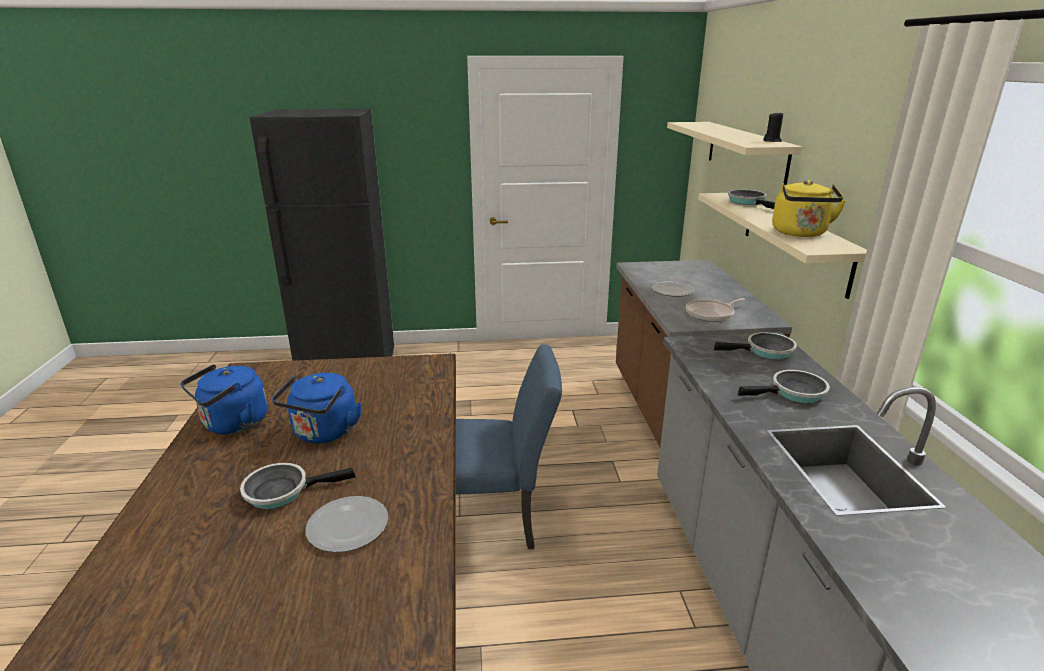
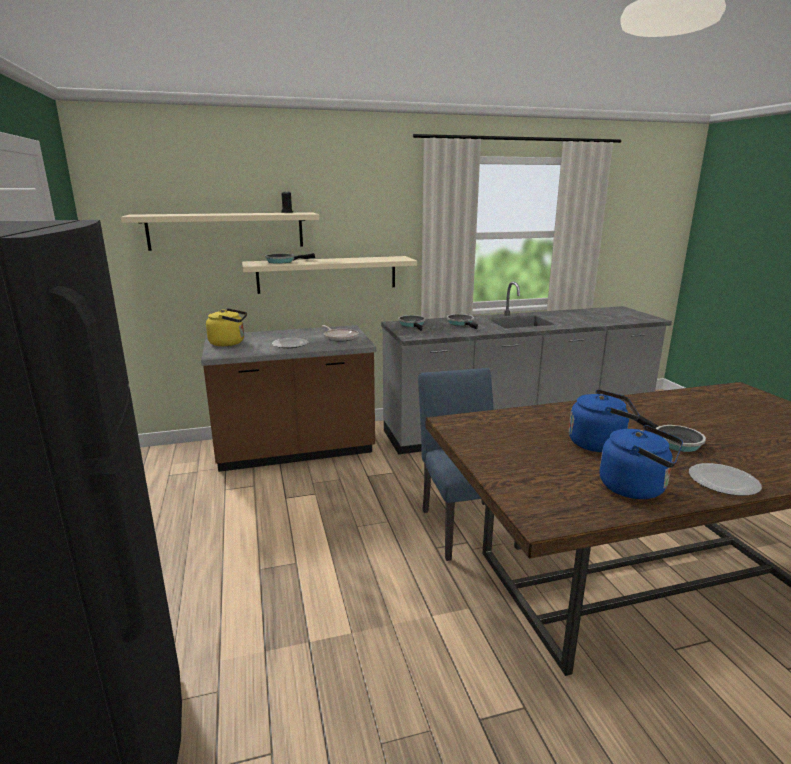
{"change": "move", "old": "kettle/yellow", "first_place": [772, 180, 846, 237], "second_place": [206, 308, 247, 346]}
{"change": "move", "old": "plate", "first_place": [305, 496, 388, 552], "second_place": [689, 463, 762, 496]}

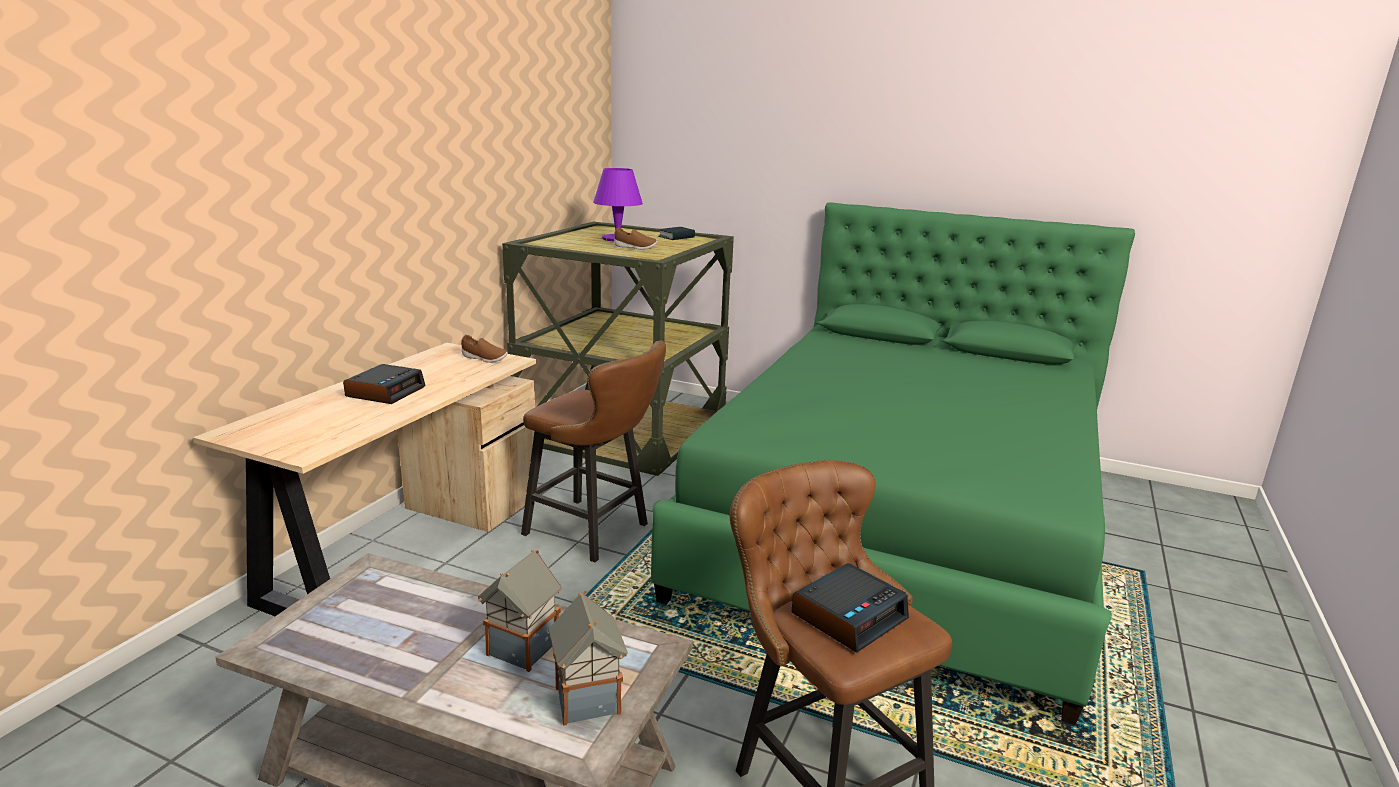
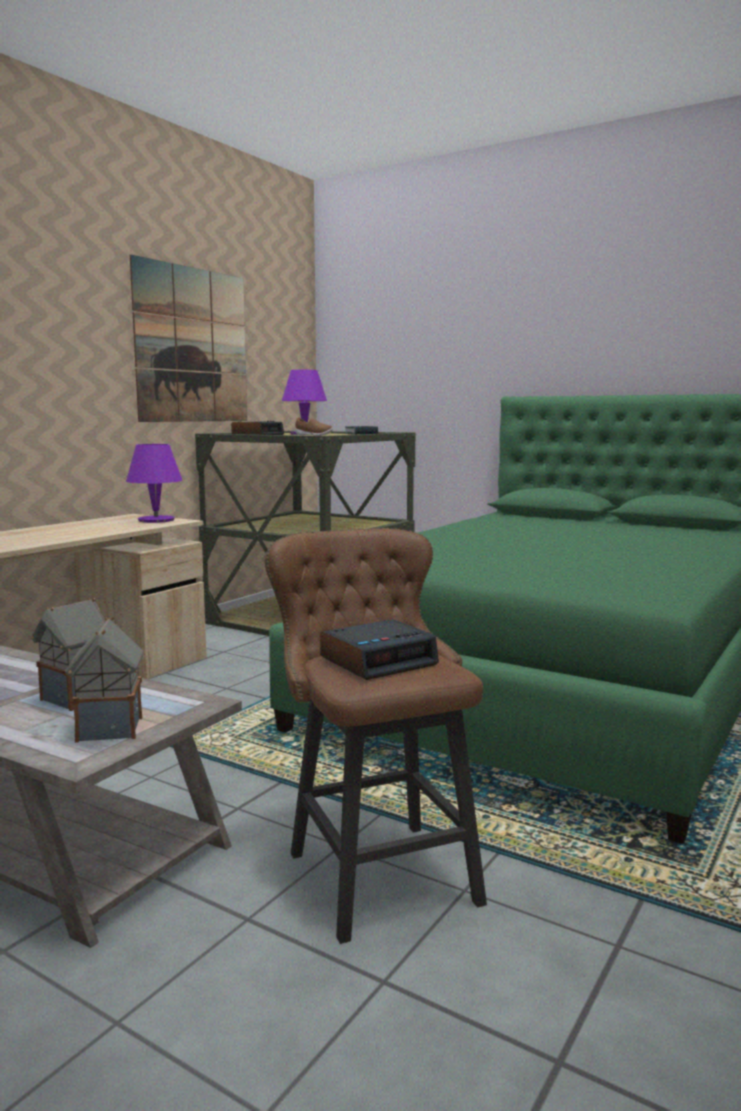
{"change": "replace", "old": "shoe/brown", "new": "table lamp/purple", "first_place": [461, 335, 507, 363], "second_place": [126, 444, 182, 523]}
{"change": "delete", "old": "stool/brown", "first_place": [521, 340, 666, 562]}
{"change": "move", "old": "alarm clock", "first_place": [343, 364, 426, 404], "second_place": [231, 421, 284, 435]}
{"change": "insert", "new": "picture", "second_place": [130, 255, 247, 422]}

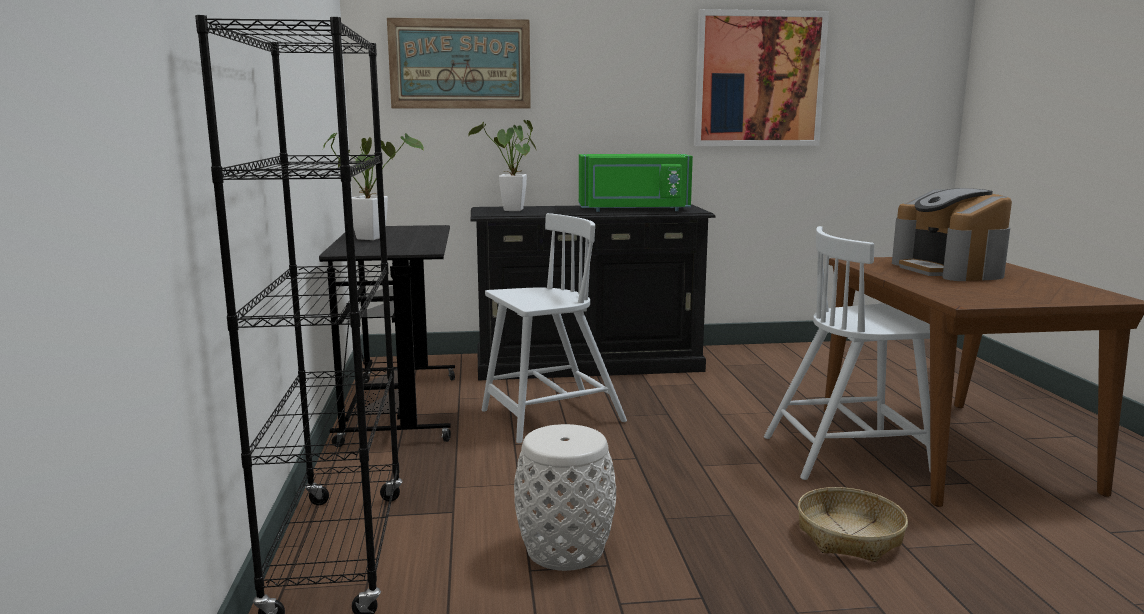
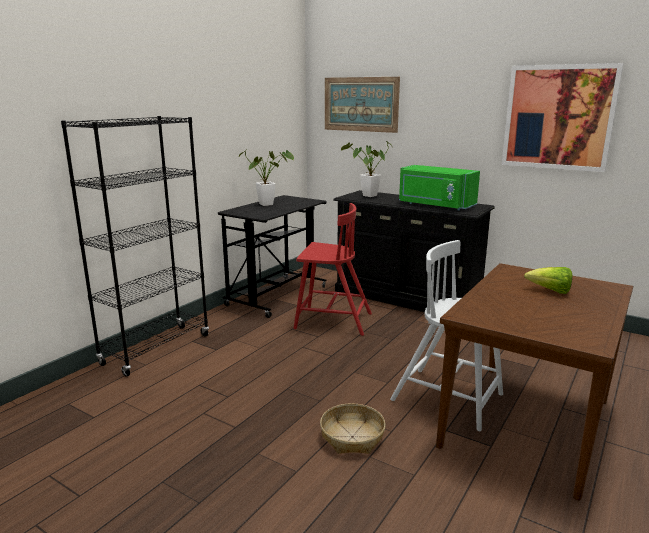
{"change": "replace", "old": "coffee machine", "new": "lettuce", "first_place": [892, 188, 1012, 281], "second_place": [524, 267, 572, 294]}
{"change": "recolor", "old": "chair/white", "new": "chair/red", "first_place": [482, 213, 627, 443], "second_place": [293, 203, 372, 336]}
{"change": "delete", "old": "stool/white", "first_place": [514, 424, 616, 571]}

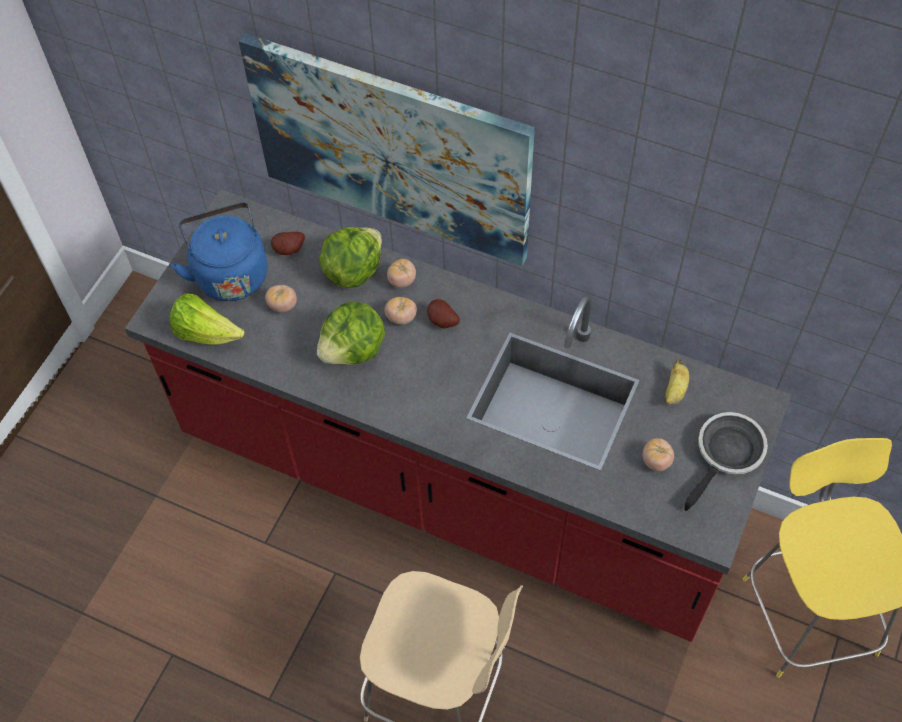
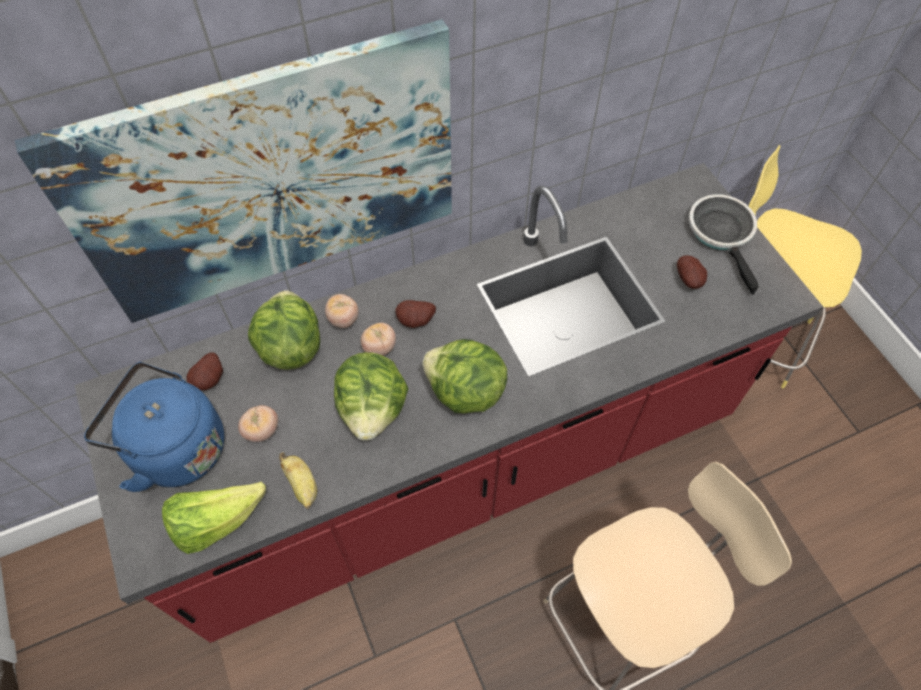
{"change": "move", "old": "banana", "first_place": [665, 358, 689, 405], "second_place": [279, 452, 317, 509]}
{"change": "replace", "old": "tomato", "new": "potato", "first_place": [643, 438, 674, 472], "second_place": [677, 255, 707, 289]}
{"change": "insert", "new": "lettuce", "second_place": [422, 339, 507, 413]}

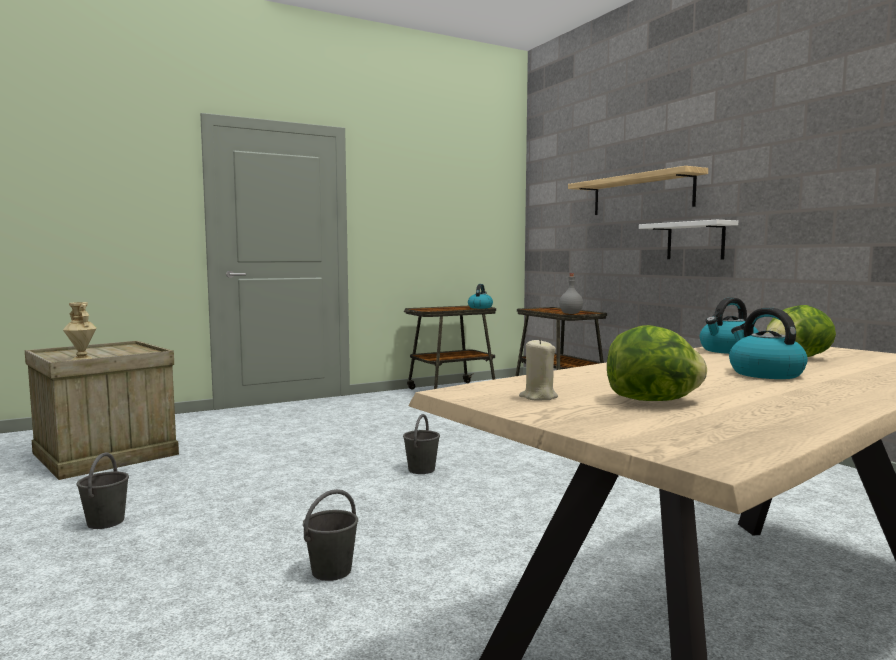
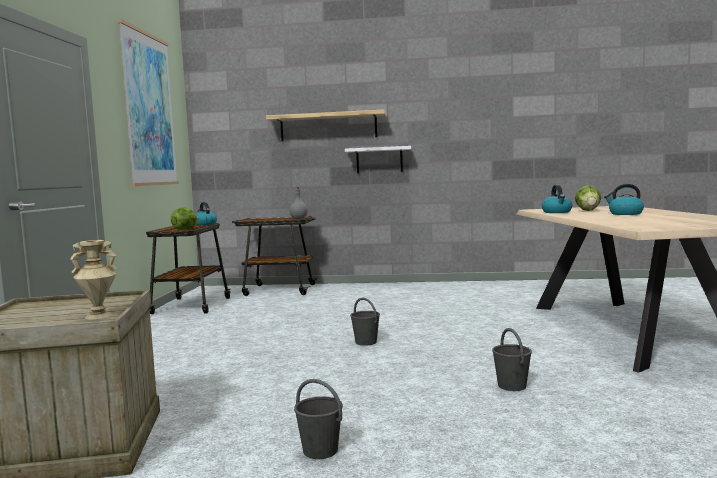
{"change": "move", "old": "lettuce", "first_place": [607, 325, 707, 401], "second_place": [171, 207, 198, 230]}
{"change": "delete", "old": "candle/beige", "first_place": [519, 338, 558, 401]}
{"change": "insert", "new": "picture", "second_place": [117, 19, 179, 186]}

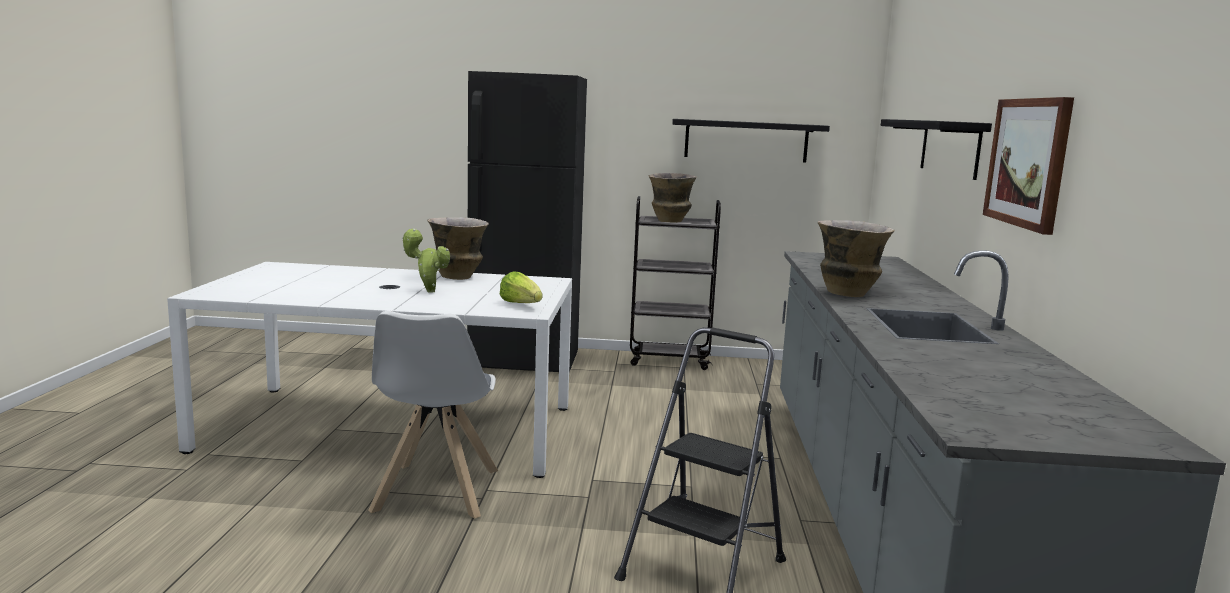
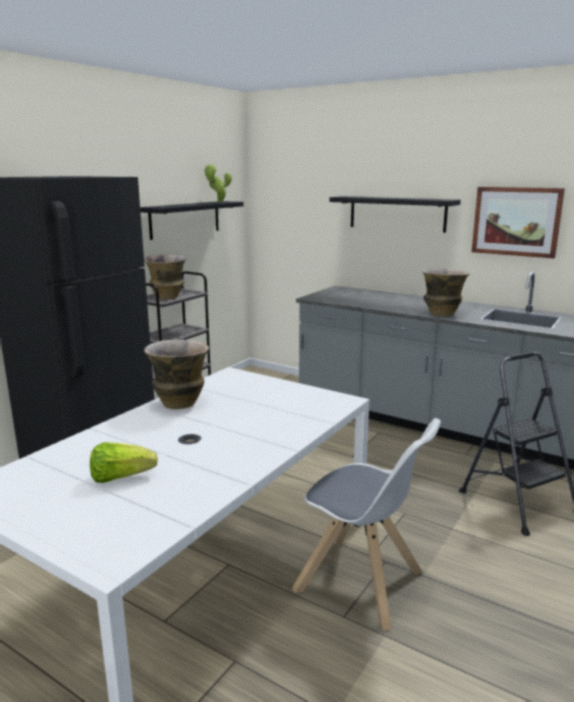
{"change": "move", "old": "potted plant", "first_place": [401, 229, 450, 293], "second_place": [205, 164, 232, 202]}
{"change": "move", "old": "lettuce", "first_place": [499, 271, 542, 303], "second_place": [90, 442, 158, 483]}

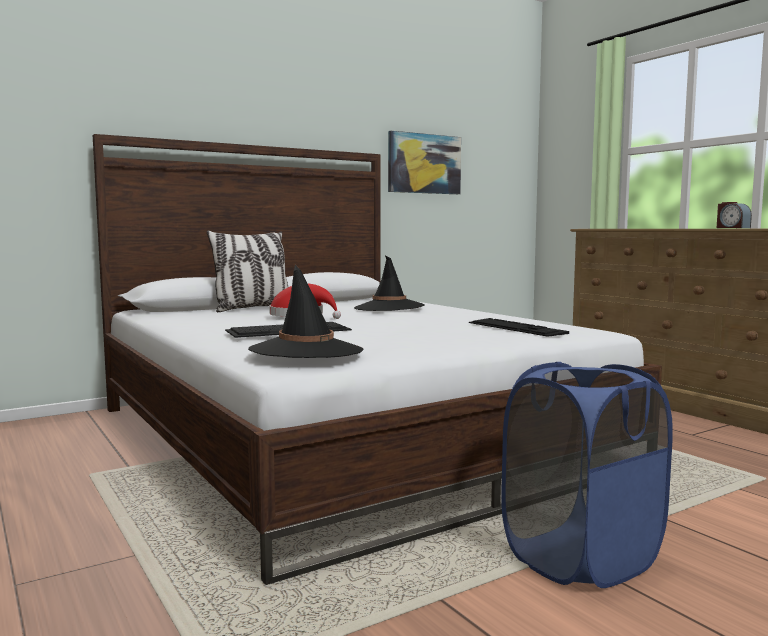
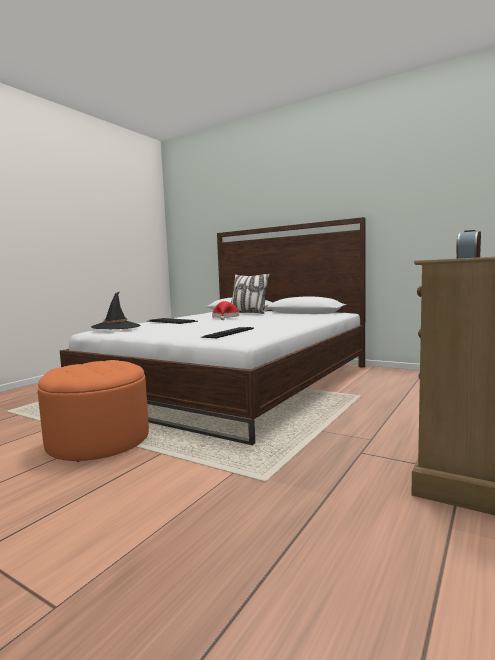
{"change": "delete", "old": "picture", "first_place": [388, 131, 461, 194]}
{"change": "delete", "old": "hat/black", "first_place": [354, 255, 425, 311]}
{"change": "replace", "old": "laundry basket/blue", "new": "ottoman/orange", "first_place": [501, 362, 673, 588], "second_place": [38, 360, 149, 462]}

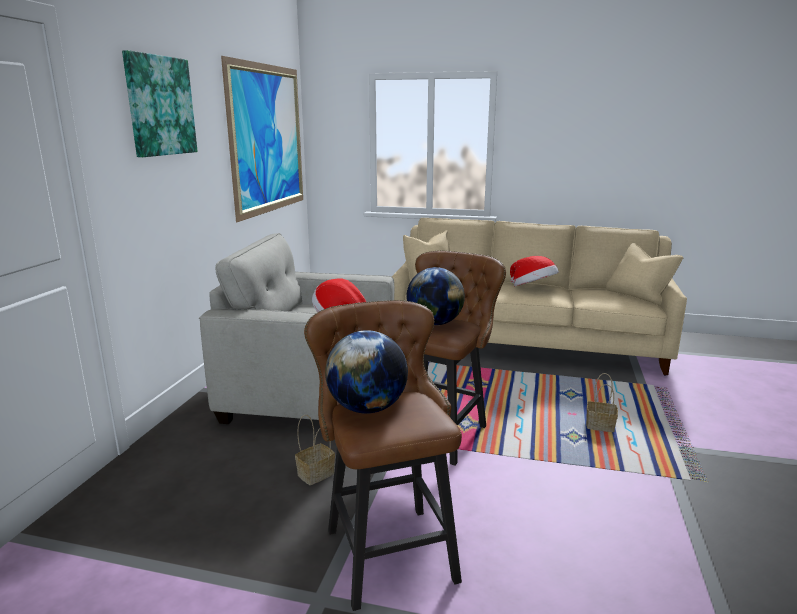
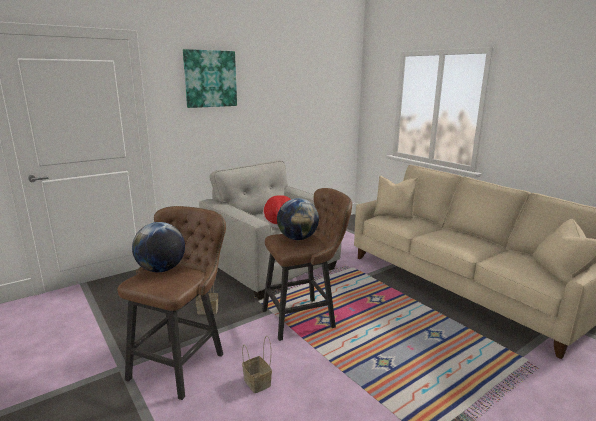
{"change": "delete", "old": "picture", "first_place": [221, 56, 303, 222]}
{"change": "delete", "old": "hat", "first_place": [510, 256, 559, 286]}
{"change": "move", "old": "basket", "first_place": [586, 373, 618, 432], "second_place": [242, 336, 272, 393]}

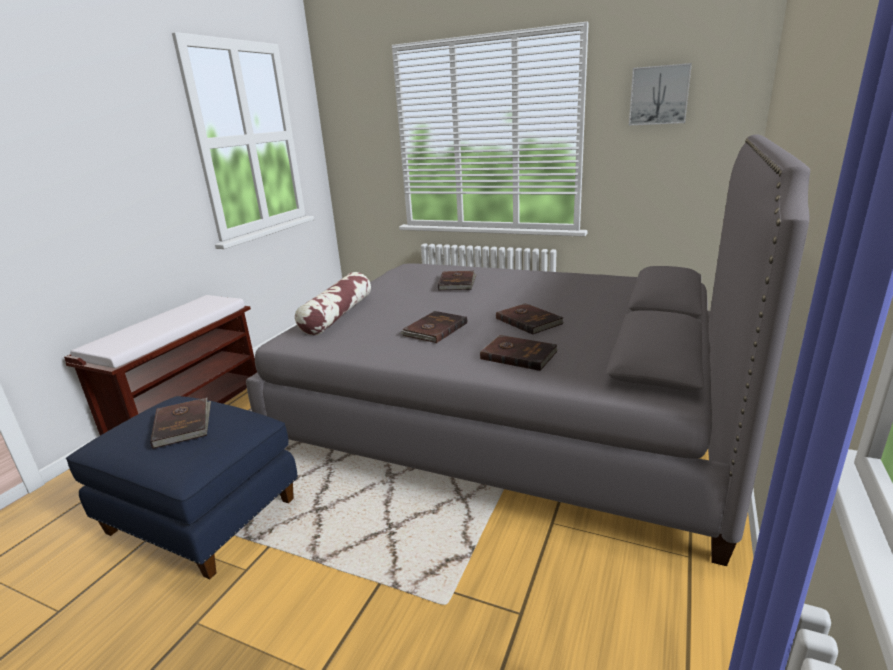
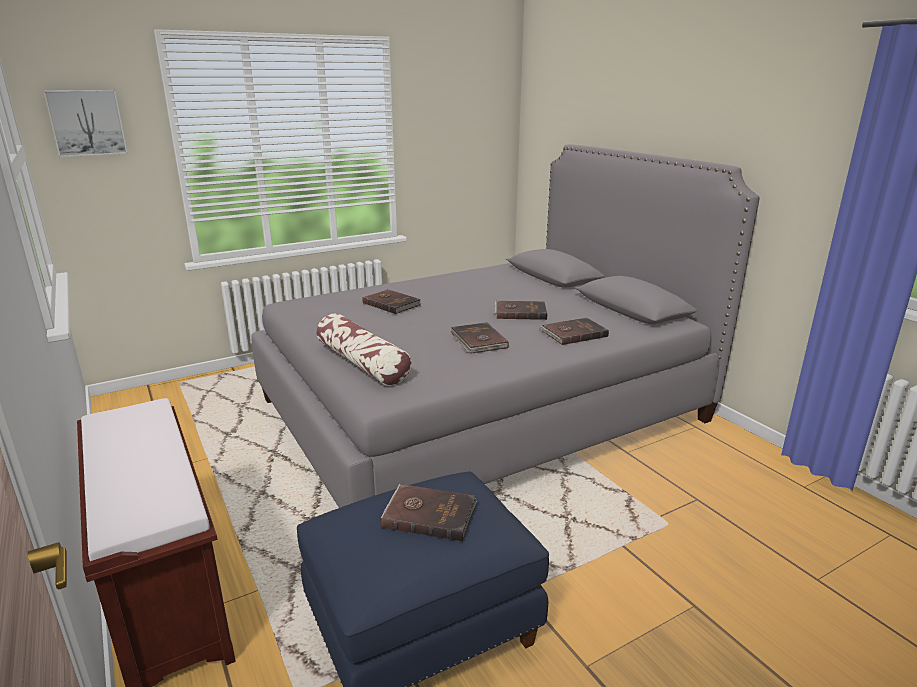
{"change": "move", "old": "picture", "first_place": [629, 63, 692, 126], "second_place": [44, 90, 128, 157]}

